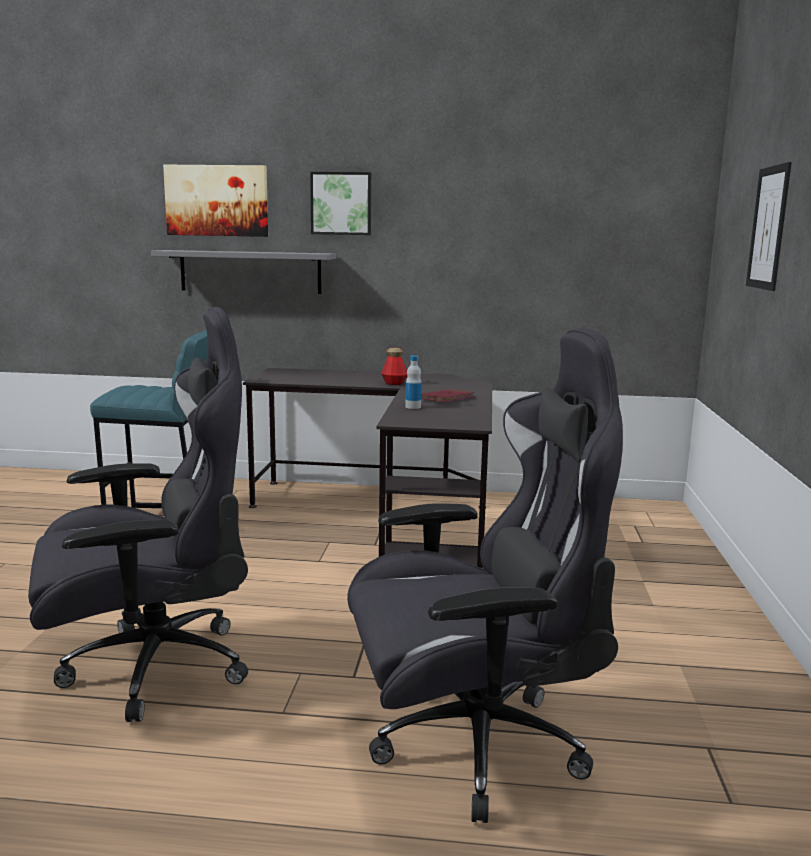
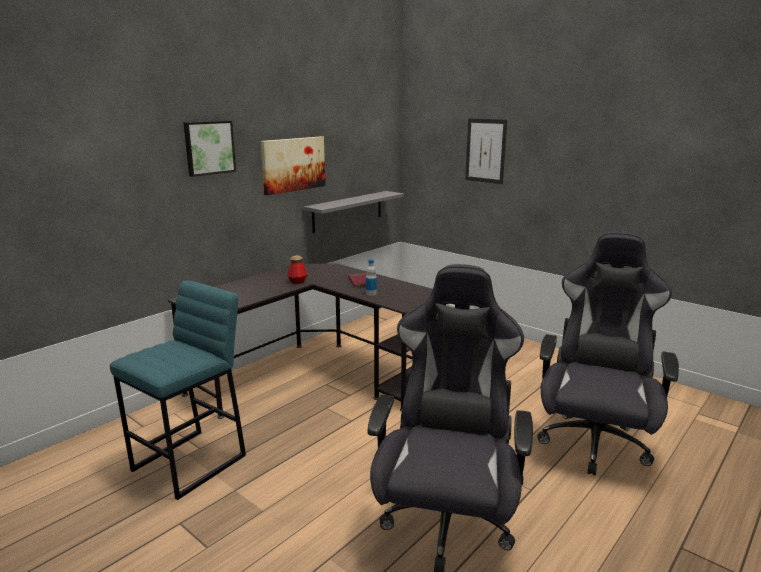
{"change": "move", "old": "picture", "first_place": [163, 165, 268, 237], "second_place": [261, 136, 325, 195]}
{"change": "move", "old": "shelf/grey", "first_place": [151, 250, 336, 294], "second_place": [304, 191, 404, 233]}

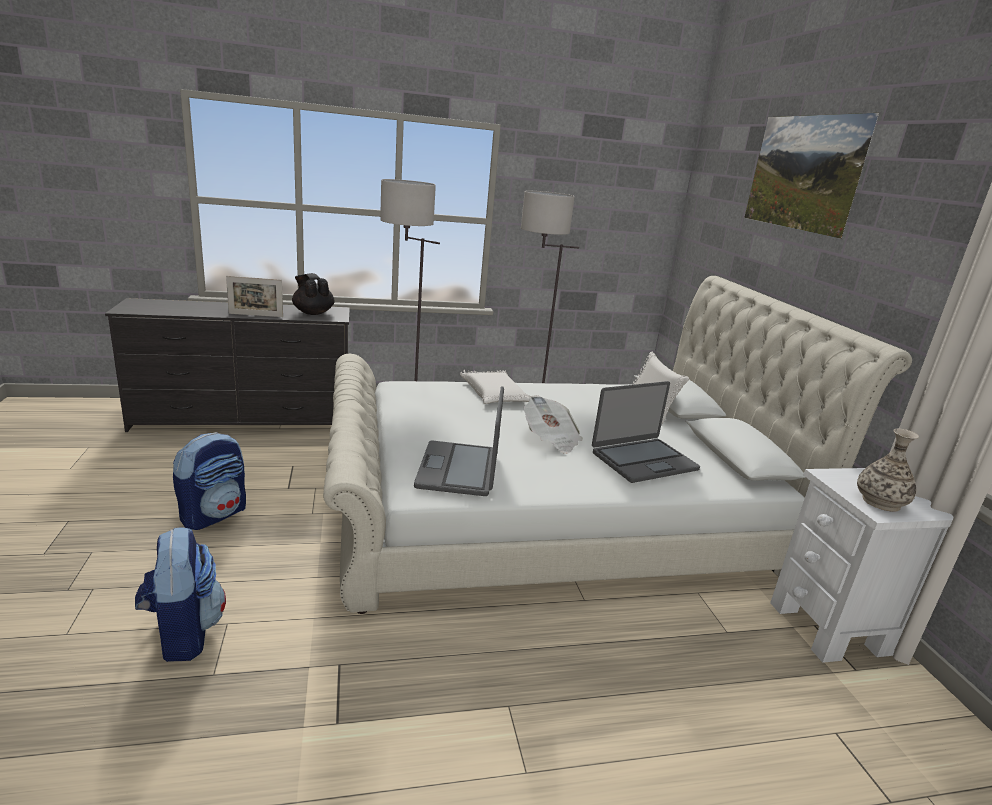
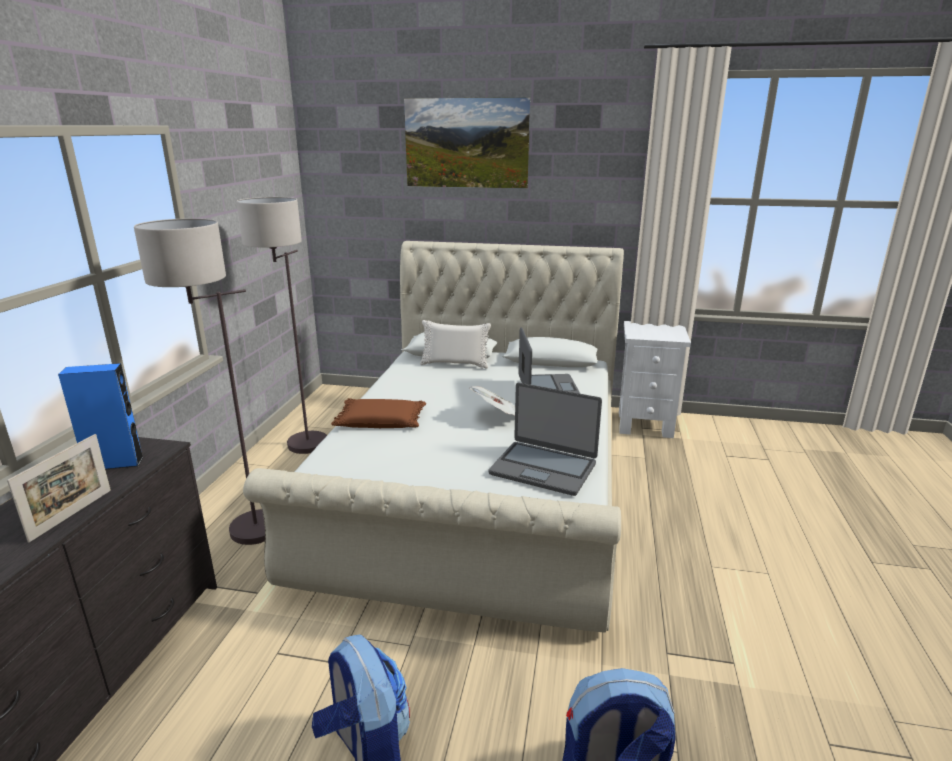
{"change": "replace", "old": "teapot/black", "new": "speaker/blue", "first_place": [292, 273, 335, 315], "second_place": [58, 363, 144, 470]}
{"change": "recolor", "old": "pillow/white", "new": "pillow/brown", "first_place": [460, 370, 531, 404], "second_place": [331, 398, 427, 428]}
{"change": "delete", "old": "vase", "first_place": [857, 428, 919, 512]}

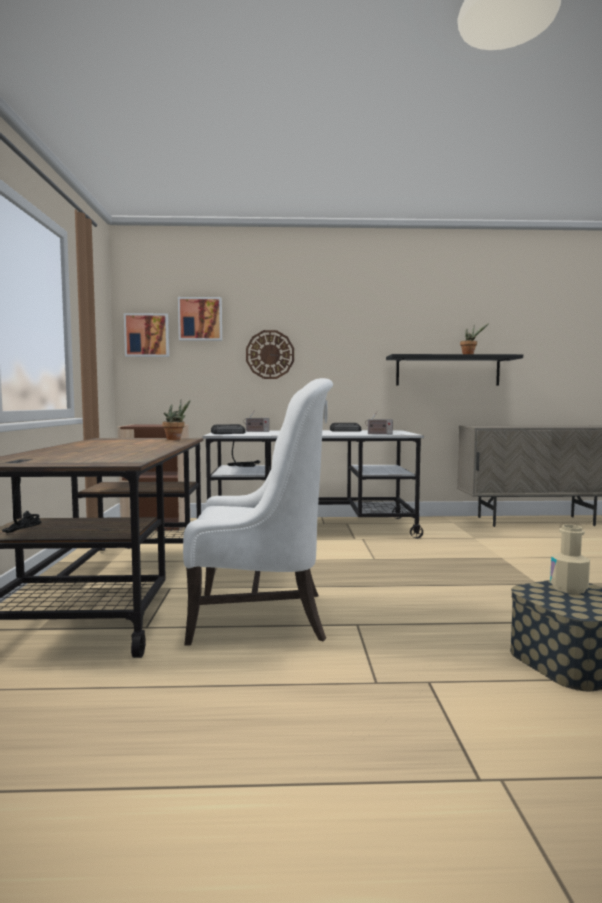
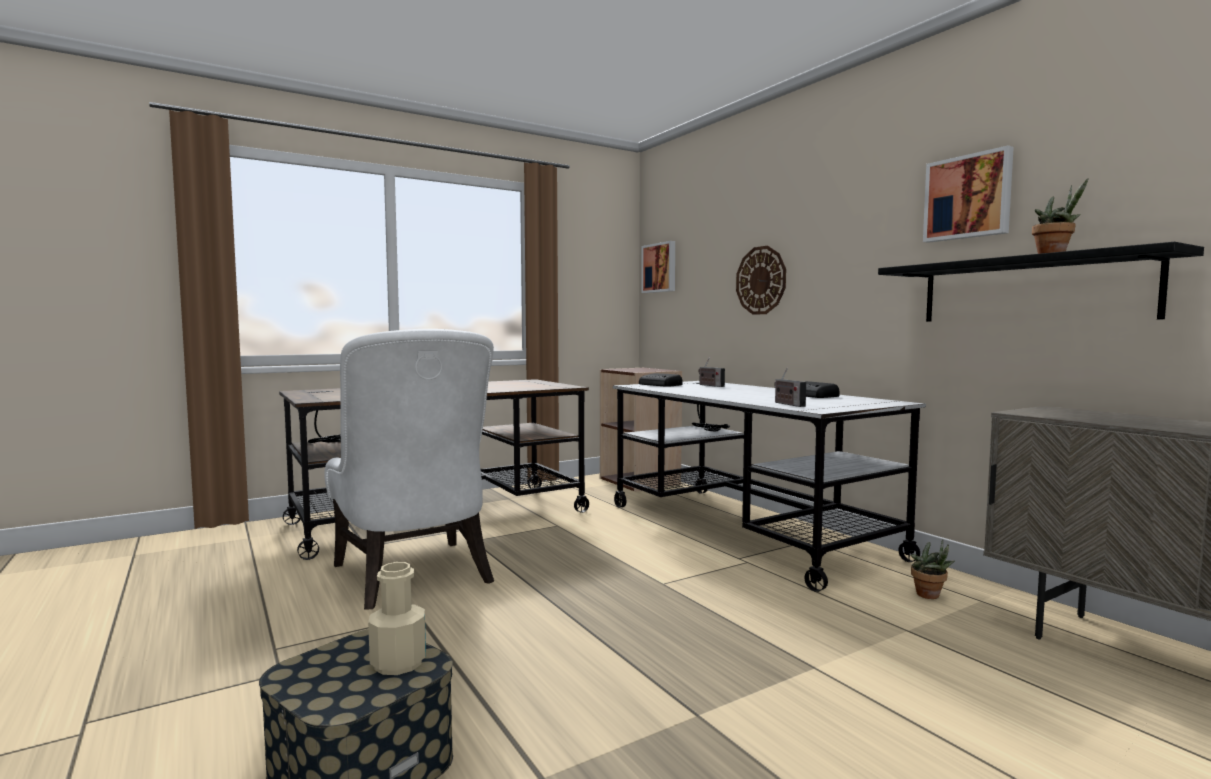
{"change": "move", "old": "picture", "first_place": [178, 297, 222, 341], "second_place": [923, 146, 1014, 243]}
{"change": "move", "old": "potted plant", "first_place": [162, 400, 190, 440], "second_place": [911, 539, 955, 599]}

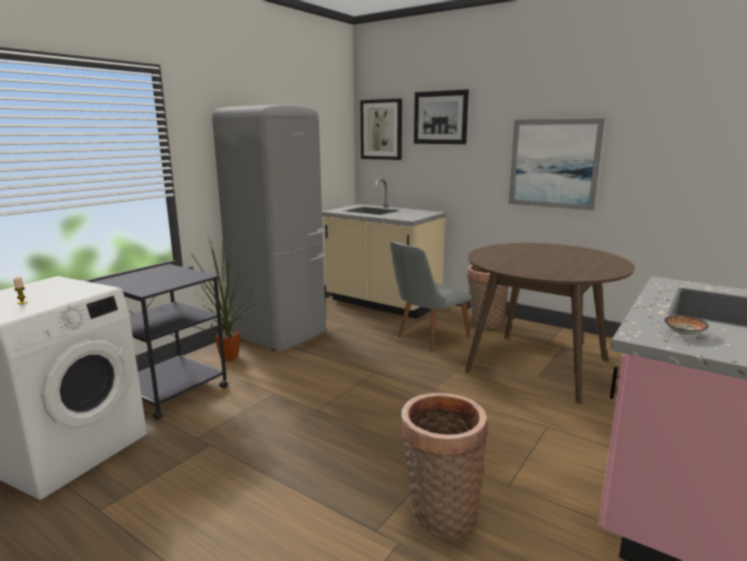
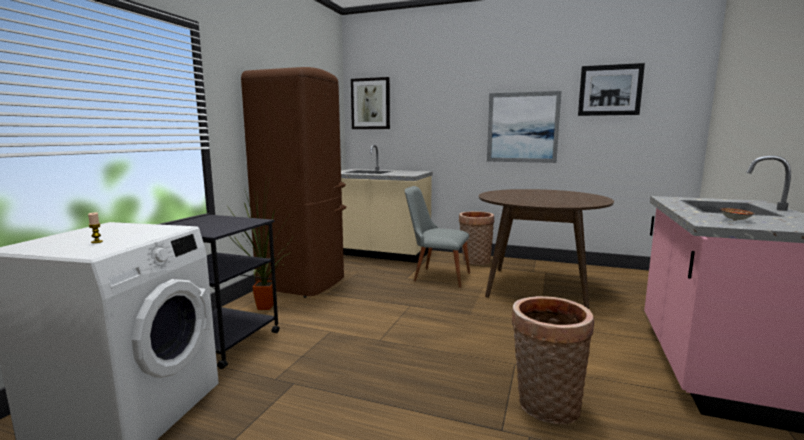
{"change": "move", "old": "picture", "first_place": [414, 89, 469, 144], "second_place": [578, 63, 645, 116]}
{"change": "recolor", "old": "fridge/grey", "new": "fridge/brown", "first_place": [212, 104, 326, 351], "second_place": [241, 67, 346, 298]}
{"change": "rotate", "old": "chair/grey", "first_place": [390, 242, 472, 351], "second_place": [405, 186, 470, 287], "degrees": 75}

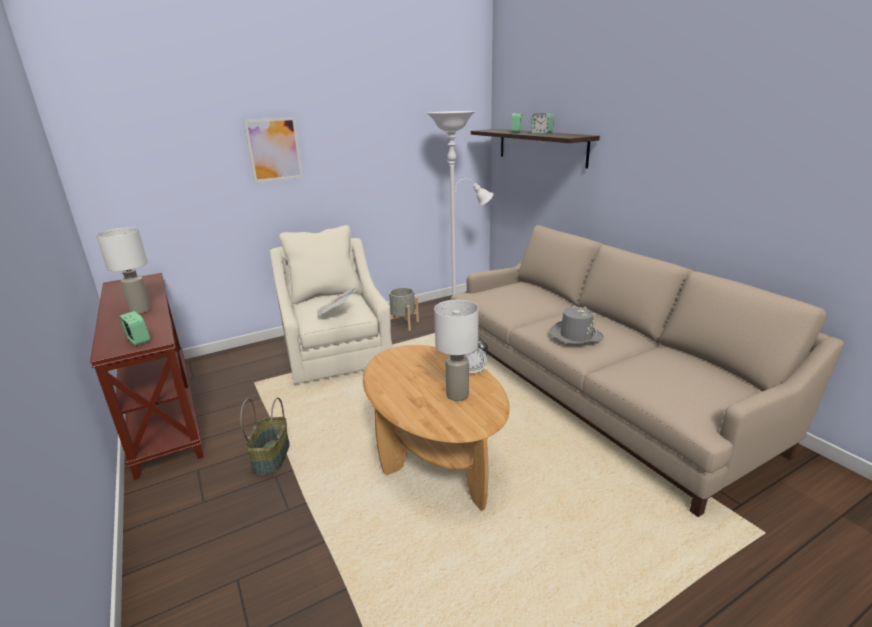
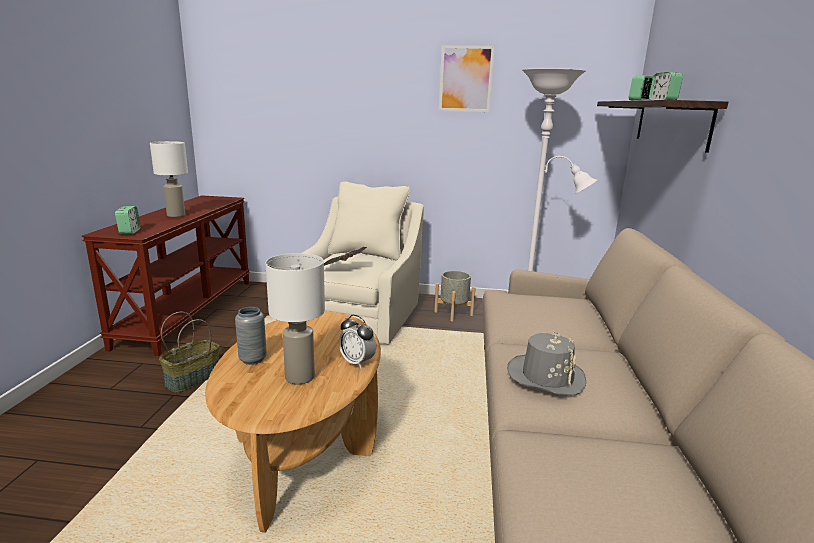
{"change": "move", "old": "picture", "first_place": [244, 117, 303, 183], "second_place": [439, 45, 495, 112]}
{"change": "insert", "new": "vase/grey", "second_place": [235, 307, 267, 365]}

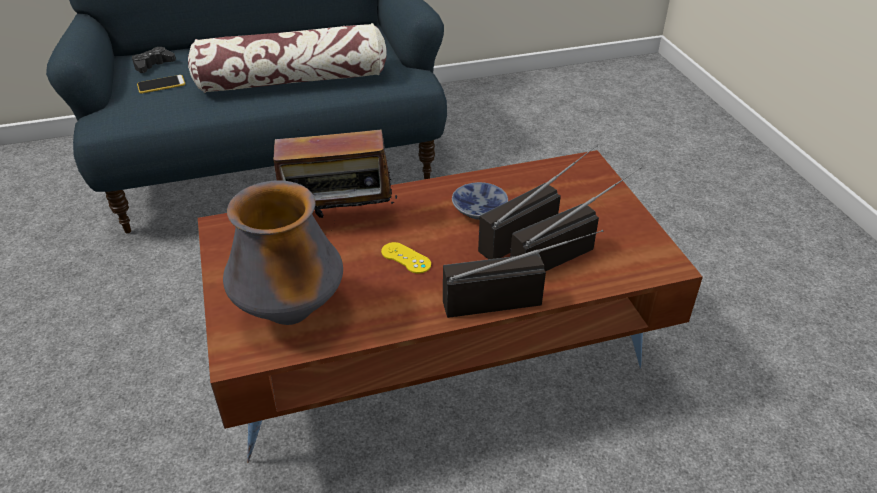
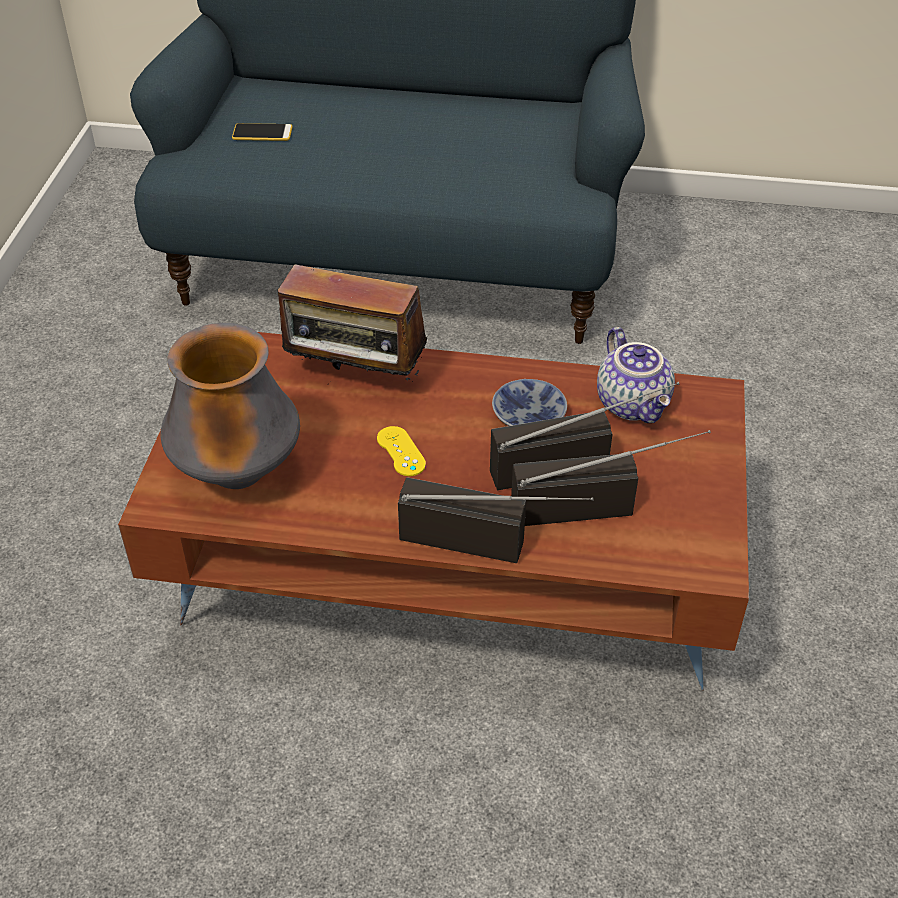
{"change": "delete", "old": "pillow", "first_place": [188, 23, 387, 93]}
{"change": "delete", "old": "game controller/black", "first_place": [132, 47, 176, 73]}
{"change": "insert", "new": "teapot", "second_place": [597, 327, 675, 423]}

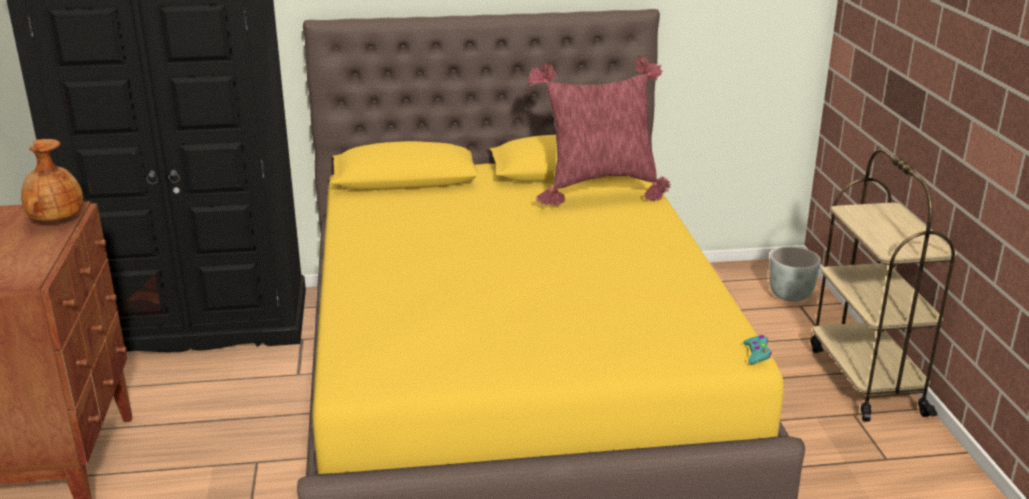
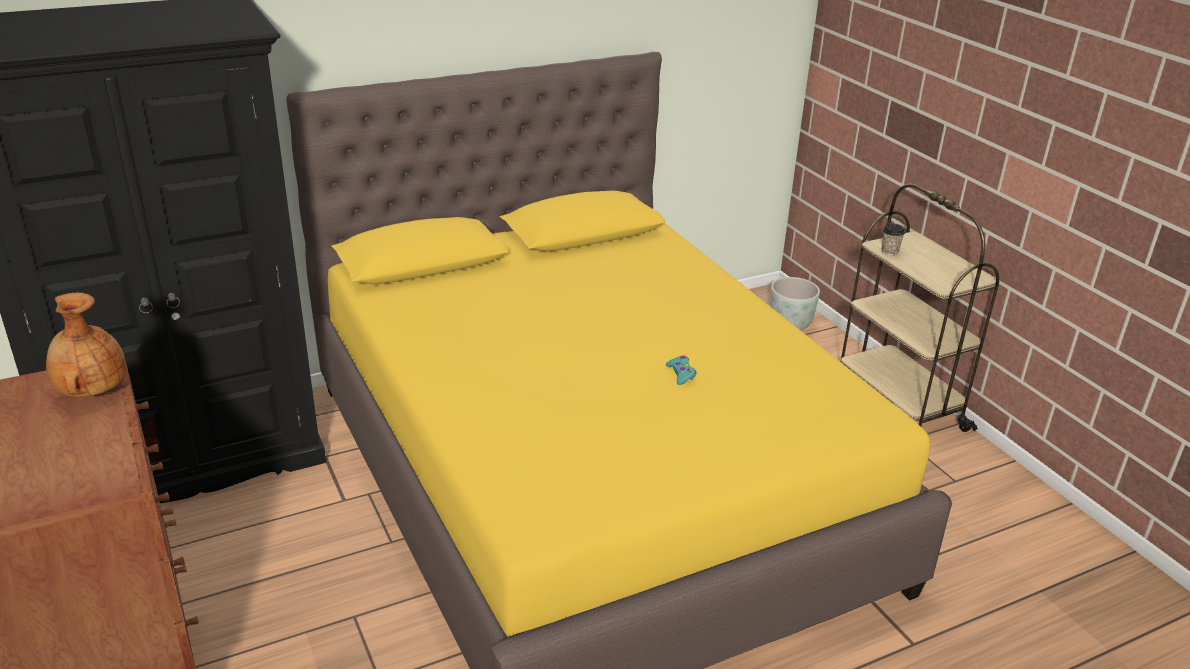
{"change": "delete", "old": "pillow/red", "first_place": [527, 56, 671, 206]}
{"change": "move", "old": "game controller/turquoise", "first_place": [743, 335, 772, 364], "second_place": [666, 355, 696, 385]}
{"change": "insert", "new": "cup", "second_place": [882, 223, 905, 255]}

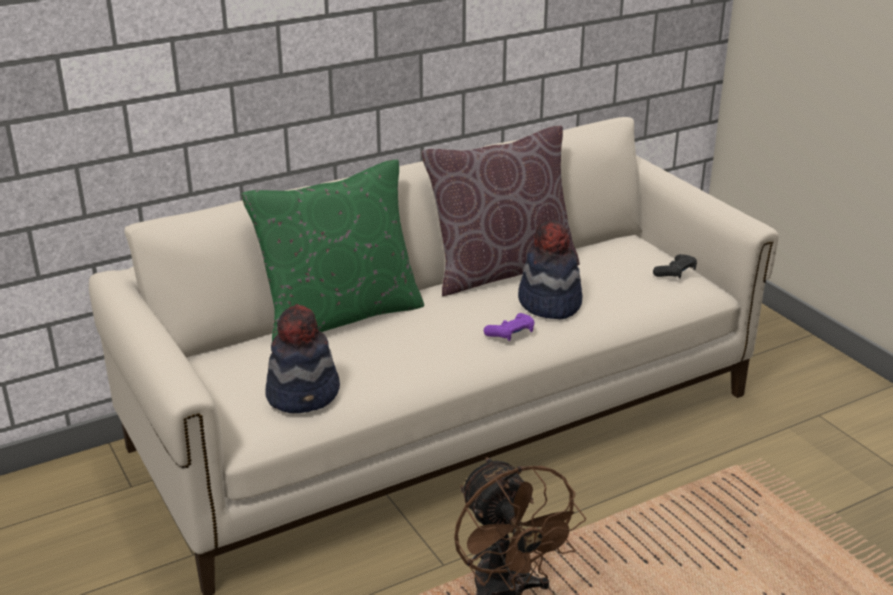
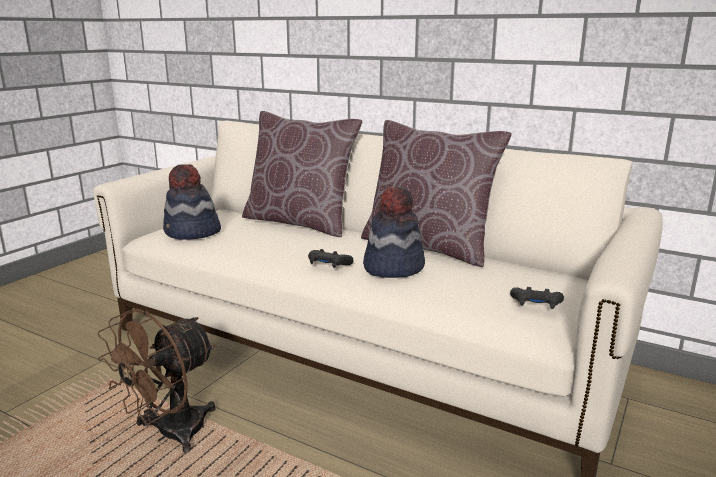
{"change": "recolor", "old": "pillow/green", "new": "pillow/brown", "first_place": [241, 160, 424, 341], "second_place": [242, 111, 363, 237]}
{"change": "recolor", "old": "game controller/purple", "new": "game controller/black", "first_place": [484, 313, 534, 341], "second_place": [308, 249, 353, 268]}

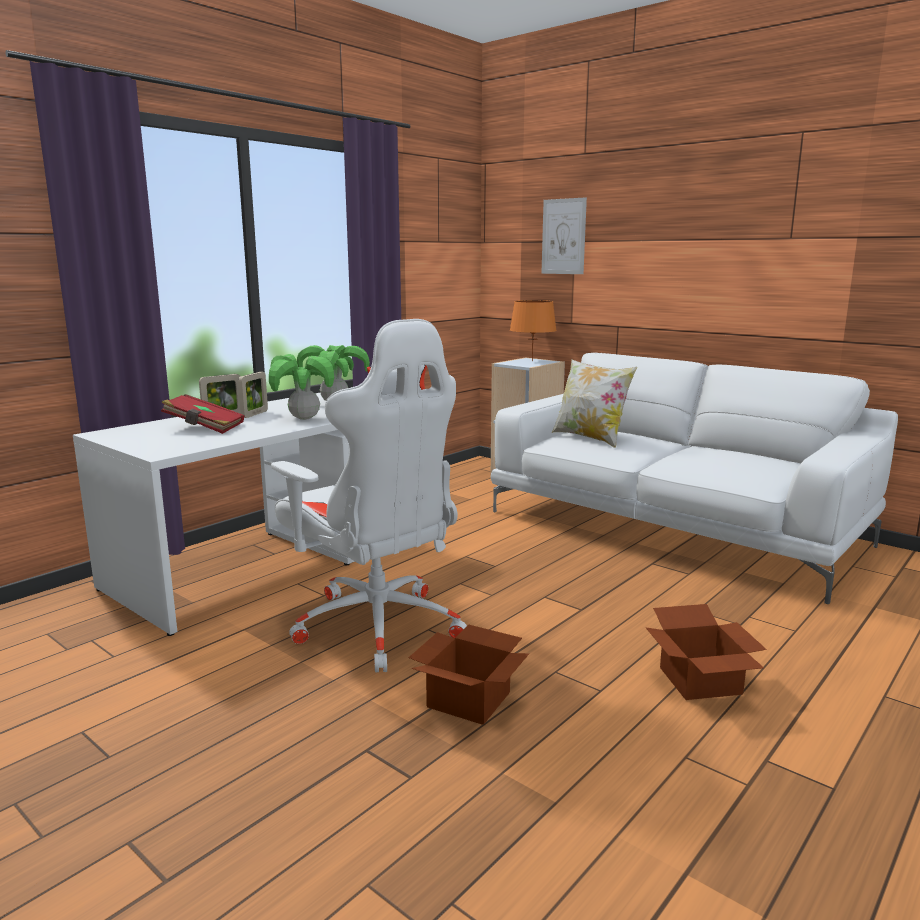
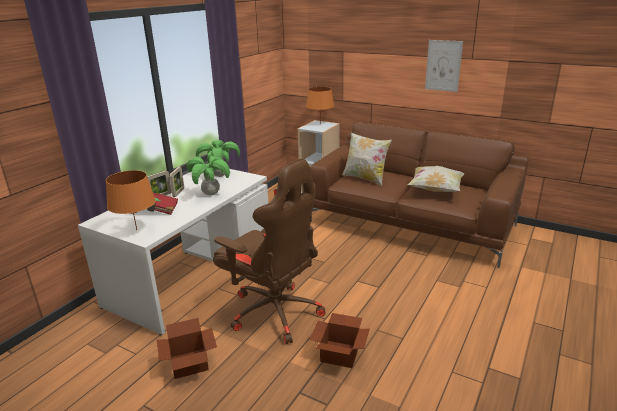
{"change": "move", "old": "picture", "first_place": [541, 197, 587, 274], "second_place": [425, 40, 463, 92]}
{"change": "recolor", "old": "office chair/white", "new": "office chair/brown", "first_place": [271, 319, 467, 672], "second_place": [213, 159, 326, 344]}
{"change": "recolor", "old": "sofa/white", "new": "sofa/brown", "first_place": [491, 353, 898, 604], "second_place": [310, 122, 528, 268]}
{"change": "move", "old": "cardboard box", "first_place": [646, 604, 767, 700], "second_place": [157, 318, 217, 379]}
{"change": "insert", "new": "pillow", "second_place": [408, 166, 465, 192]}
{"change": "insert", "new": "table lamp/orange", "second_place": [106, 170, 156, 230]}

